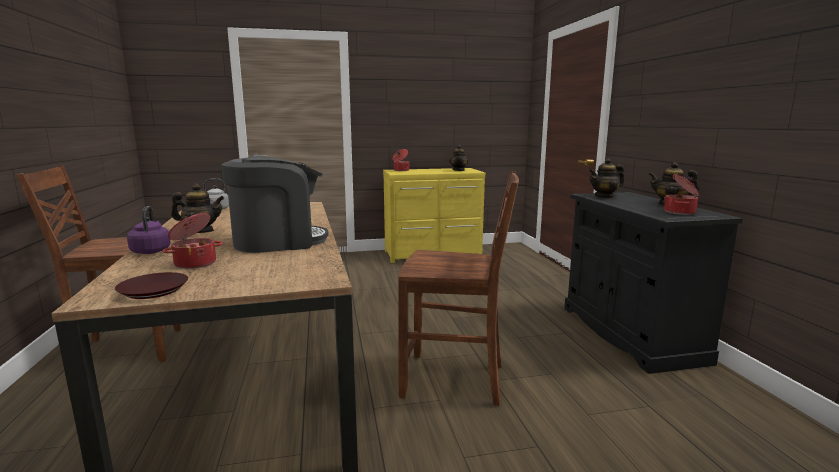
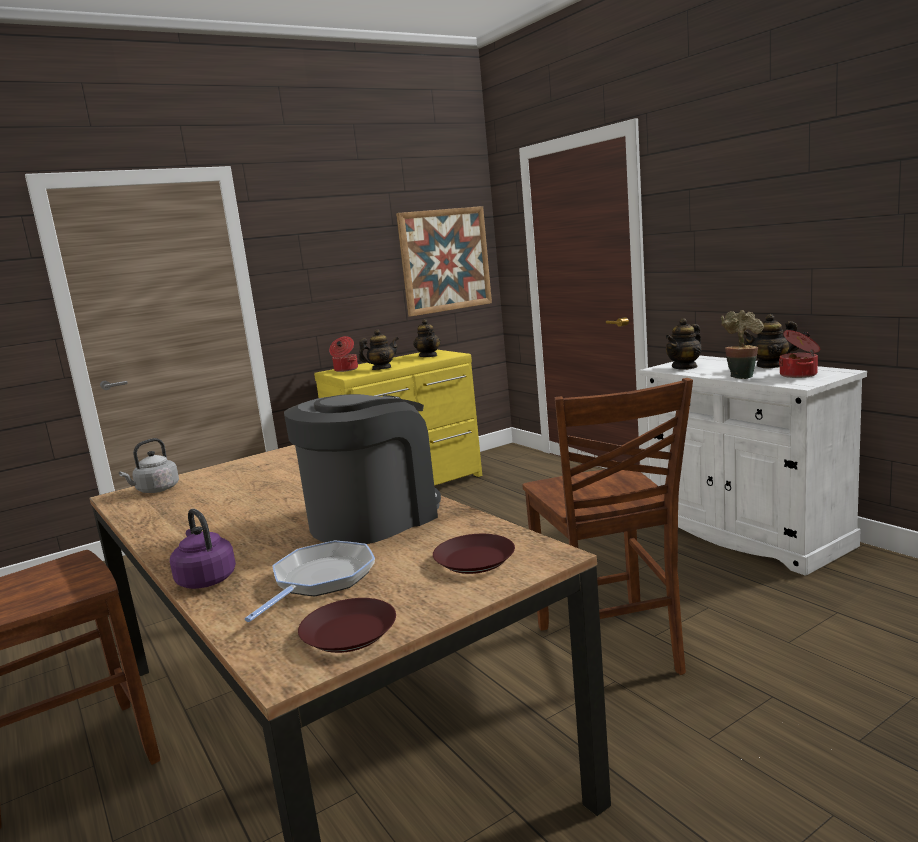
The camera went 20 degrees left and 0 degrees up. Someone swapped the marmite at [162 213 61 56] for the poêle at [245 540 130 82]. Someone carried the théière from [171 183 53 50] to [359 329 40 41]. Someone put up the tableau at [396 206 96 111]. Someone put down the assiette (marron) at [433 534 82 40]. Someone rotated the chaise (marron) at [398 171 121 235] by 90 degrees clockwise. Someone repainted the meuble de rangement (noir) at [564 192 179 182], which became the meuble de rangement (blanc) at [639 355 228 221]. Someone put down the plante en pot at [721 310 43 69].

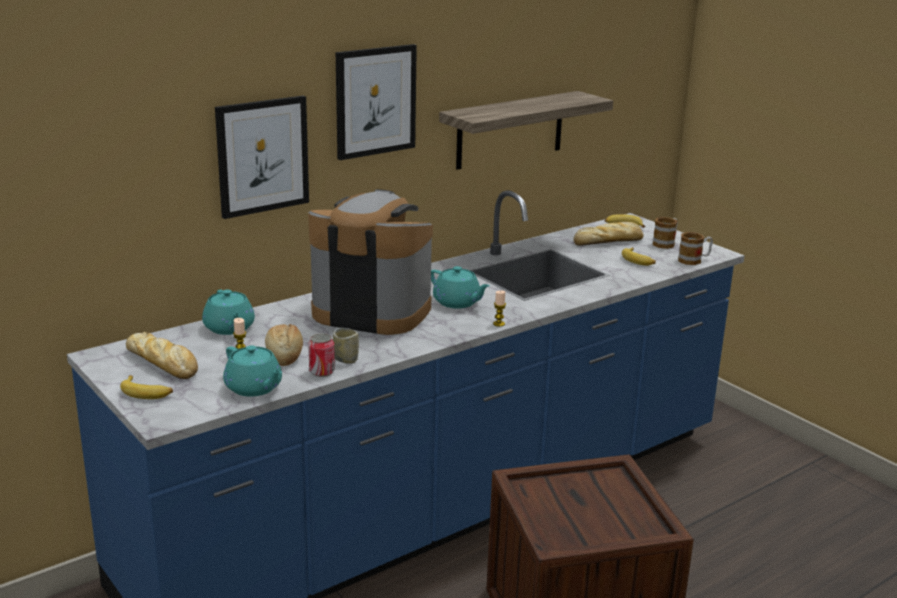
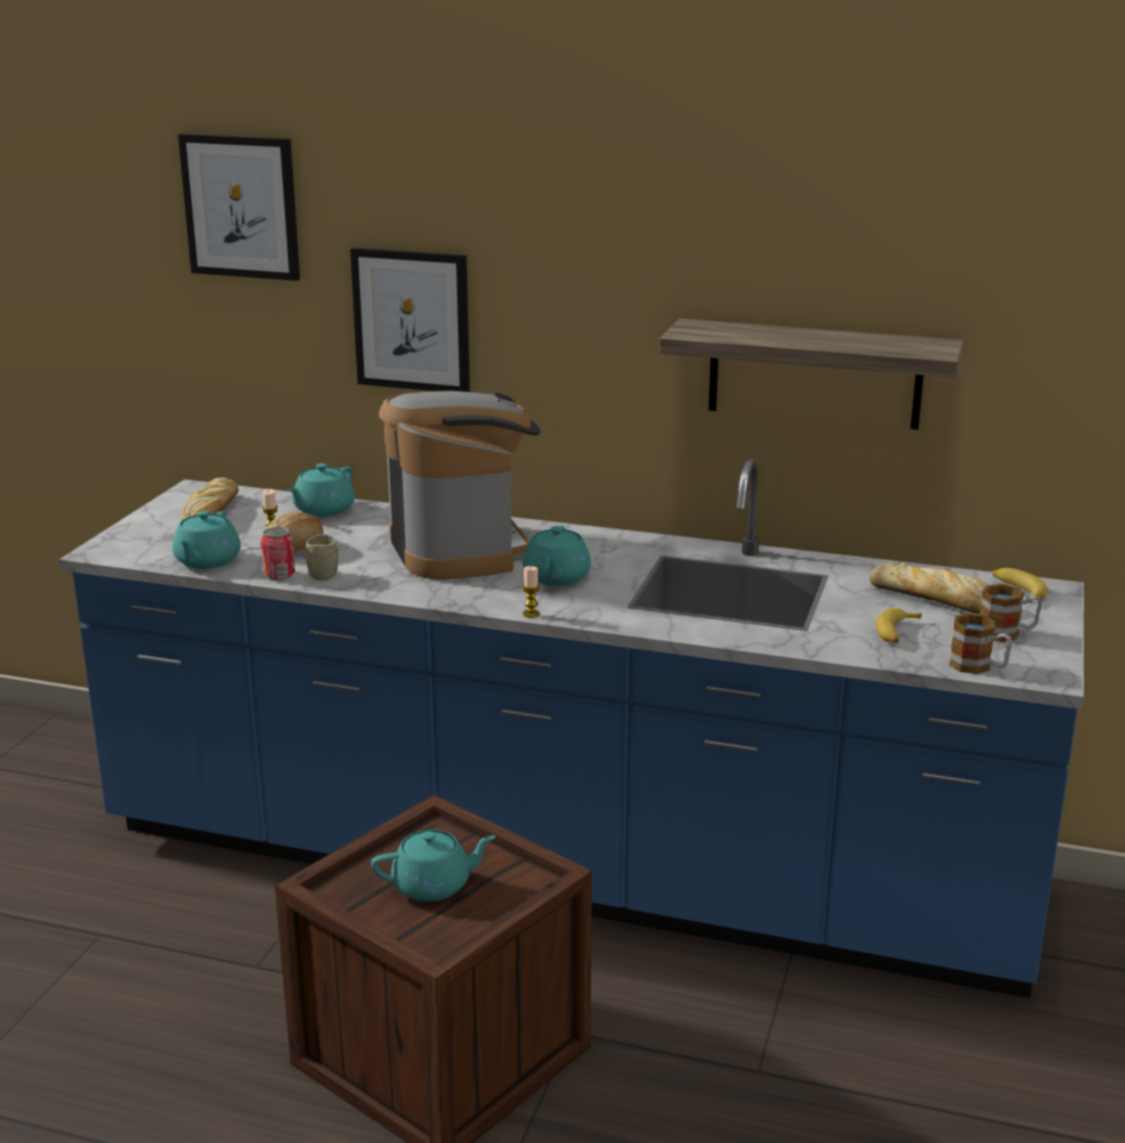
The camera went 55 degrees right and 0 degrees up. Someone carried the tableau from [336 44 81 116] to [178 134 122 147]. Someone put down the théière (turquoise) at [371 830 125 71]. Someone took away the banane at [120 375 53 24].

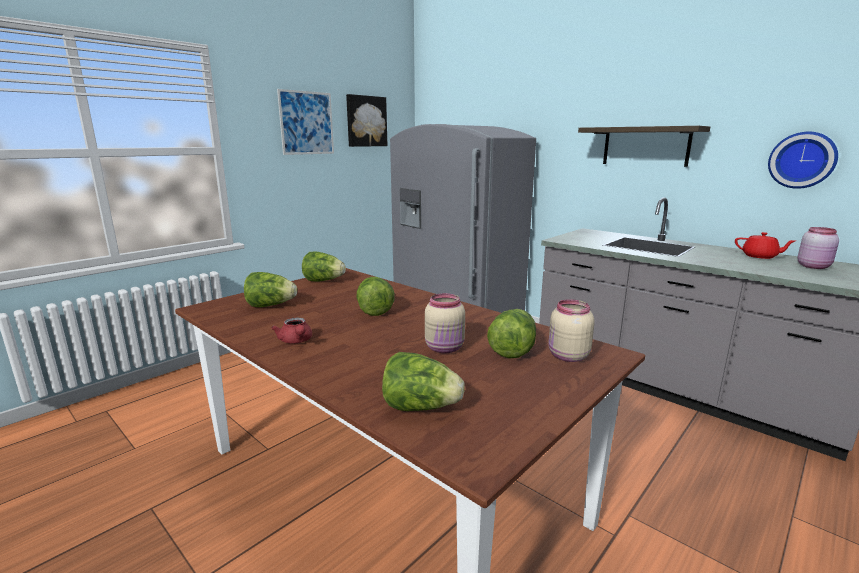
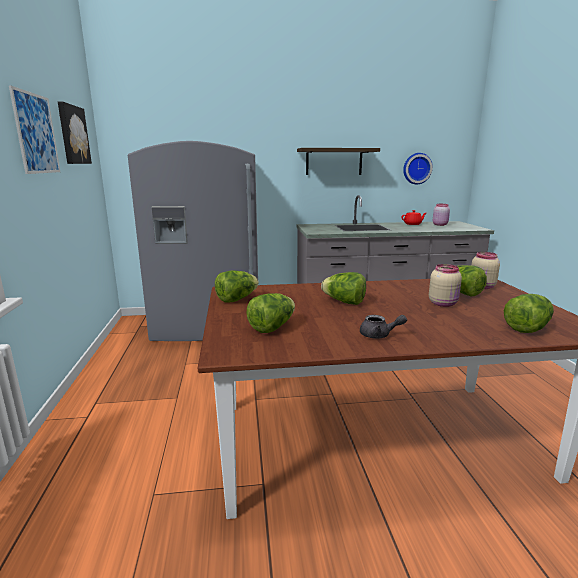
The camera went 50 degrees left and 0 degrees up. Someone repainted the théière (rouge) at [271 318 41 25], which became the théière (gris) at [360 315 47 24].

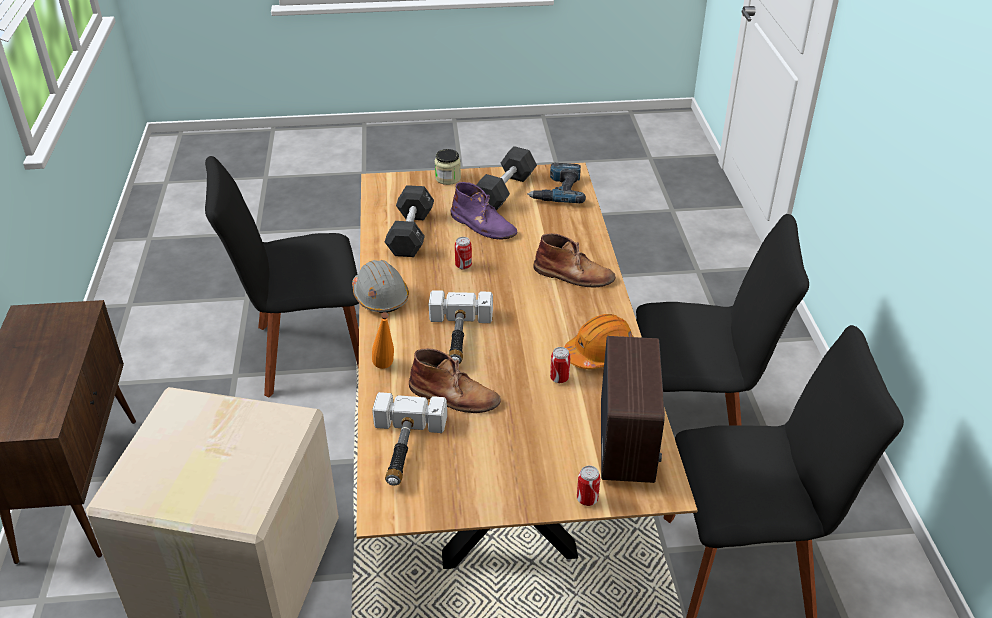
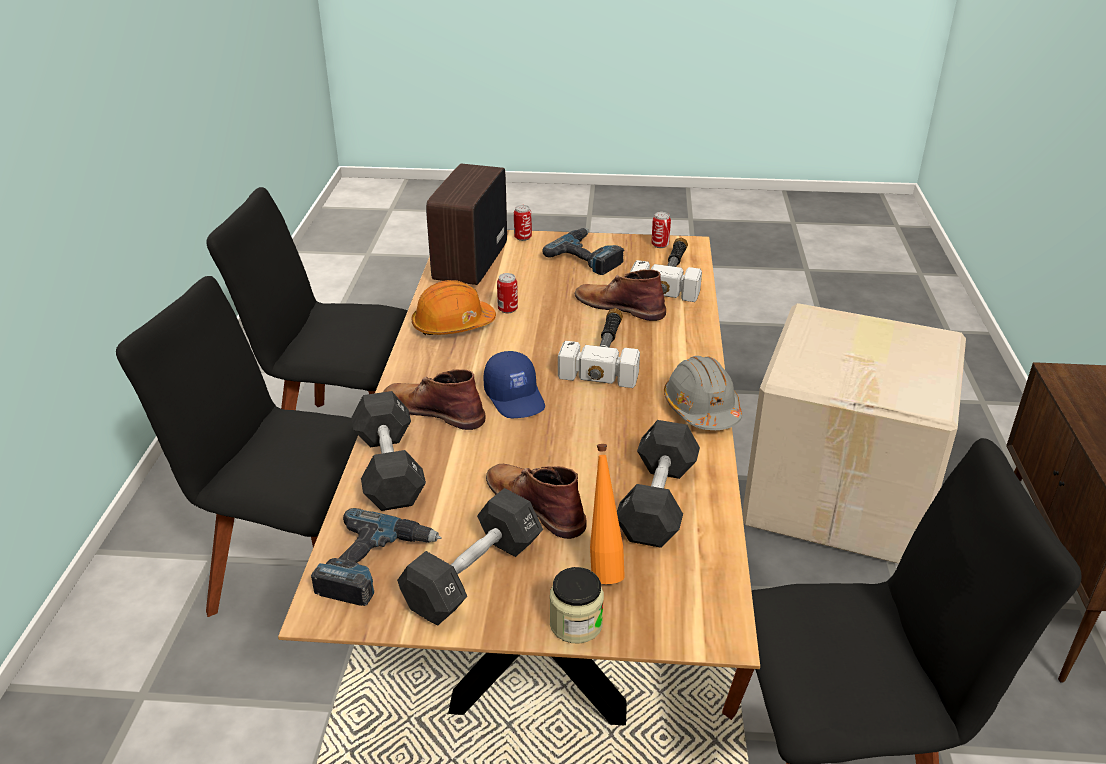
The camera went 170 degrees left and 5 degrees down. Someone put down the haltère (noir) at [351 391 75 120]. Someone put down the casquette (bleu) at [483 351 62 67]. Someone repainted the botte (violet) at [451 182 66 58], which became the botte (marron) at [486 464 101 75]. Someone put down the perceuse at [542 228 82 47]. Someone carried the bouteille (orange) from [372 312 22 57] to [590 444 35 140]. Someone carried the boîte métallique from [455 237 17 33] to [651 212 20 36].

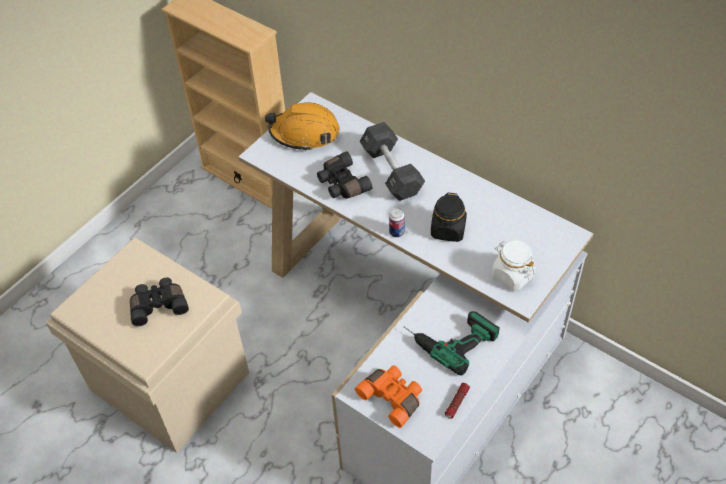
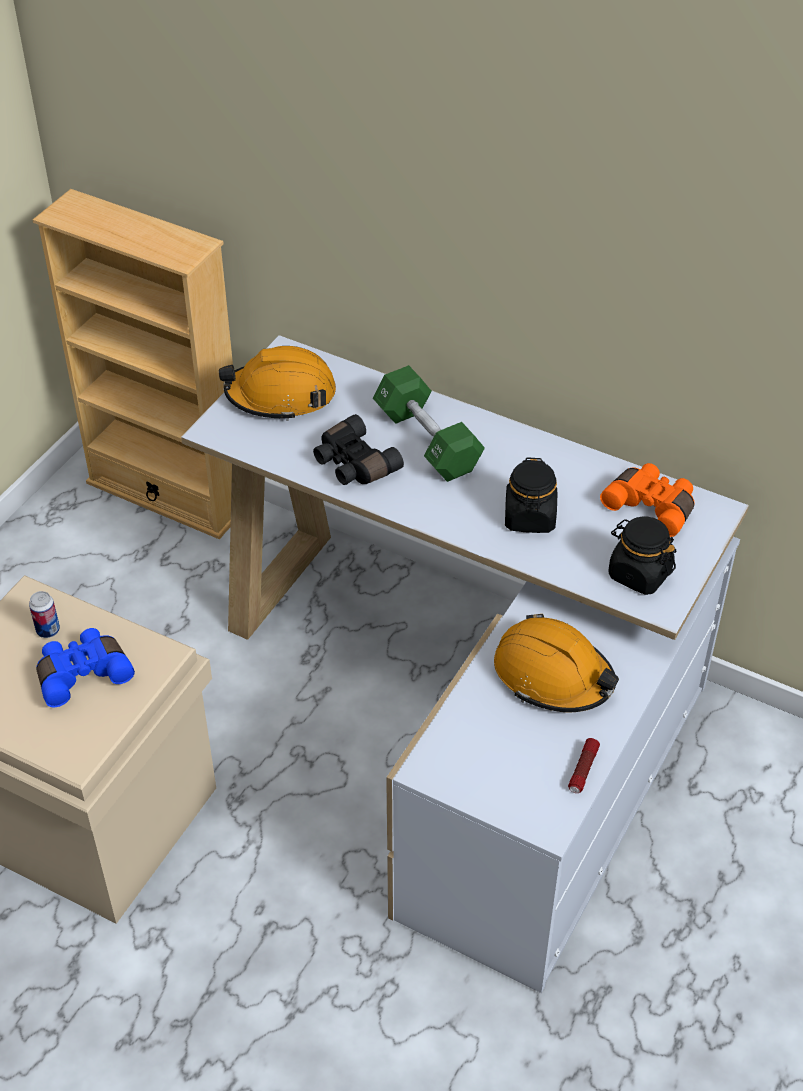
The camera went 10 degrees left and 5 degrees down. Someone carried the boîte métallique from [389 208 16 29] to [29 591 31 47]. Someone repainted the jumelles (noir) at [130 278 59 49], which became the jumelles (bleu) at [36 628 99 79]. Someone repainted the haltère (noir) at [360 122 65 79], which became the haltère (vert) at [373 365 112 117]. Someone swapped the perceuse at [404 311 96 64] for the casque de chantier (orange) at [494 614 125 98]. Someone carried the jumelles (orange) from [355 365 67 63] to [600 463 95 74]. Someone repainted the bocal (blanc) at [492 240 43 51], which became the bocal (noir) at [608 516 69 79].

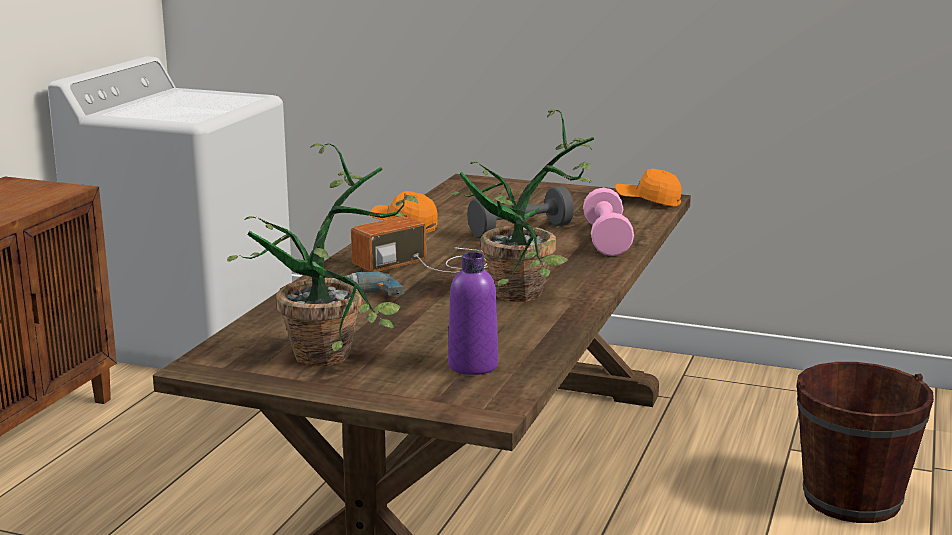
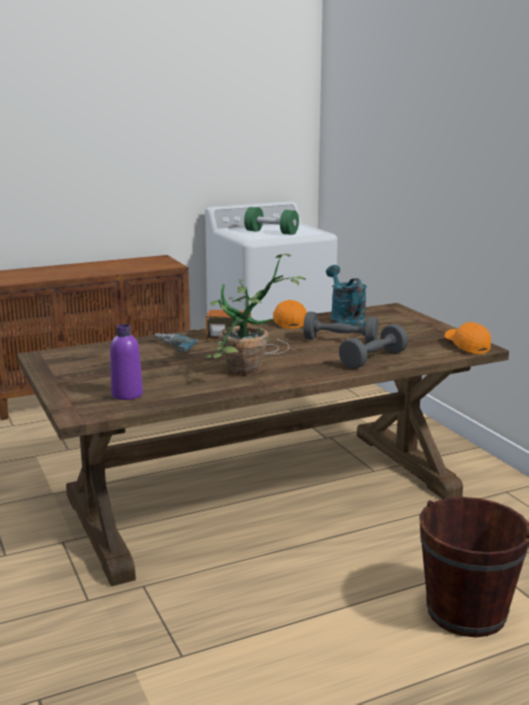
The camera went 45 degrees right and 0 degrees up. Someone put down the haltère (vert) at [244 207 55 28]. Someone put down the arrosoir (turquoise) at [326 265 41 62]. Someone repainted the haltère (rose) at [583 188 51 68], which became the haltère (gris) at [339 324 69 45]. Someone took away the plante en pot at [227 143 192 223].

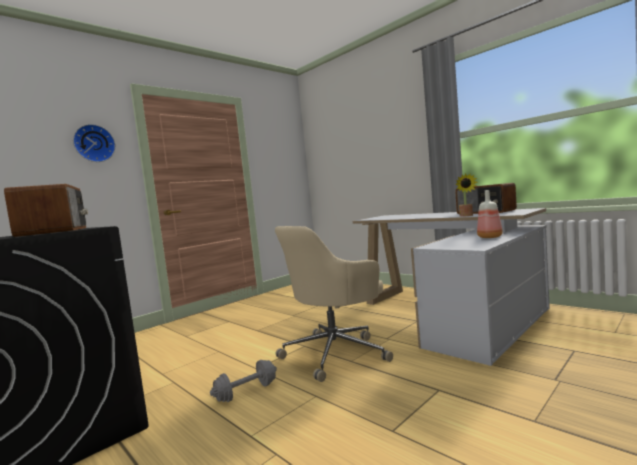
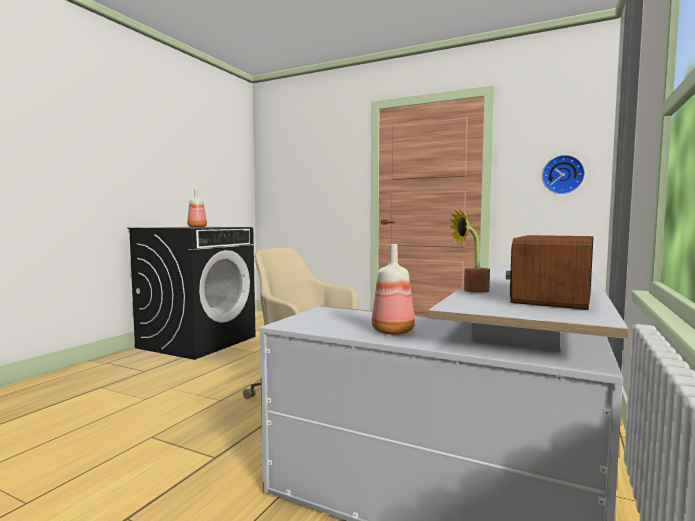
The camera went 70 degrees right and 0 degrees up. Someone swapped the radio at [4 184 84 53] for the bouteille at [187 189 20 39]. Someone carried the horloge murale from [73 124 43 38] to [542 155 43 39]. Someone took away the haltère (gris) at [210 360 67 42].

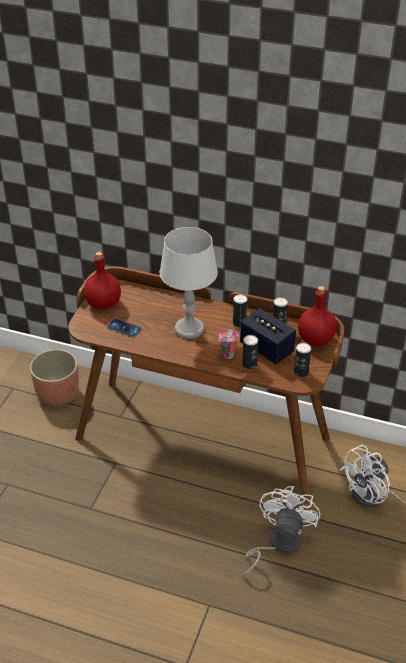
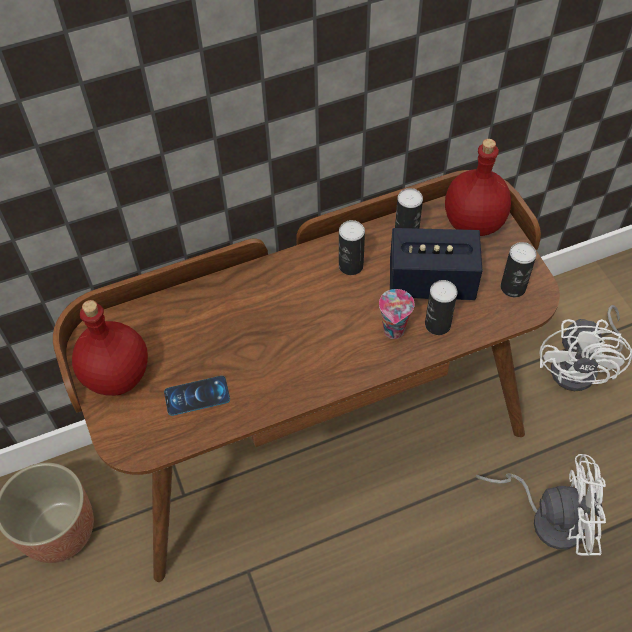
The camera went 40 degrees left and 15 degrees up. Someone rotated the ventilateur (blanc) at [243 486 77 90] by 120 degrees clockwise. Someone took away the lampe de table (gris) at [159 227 59 112].

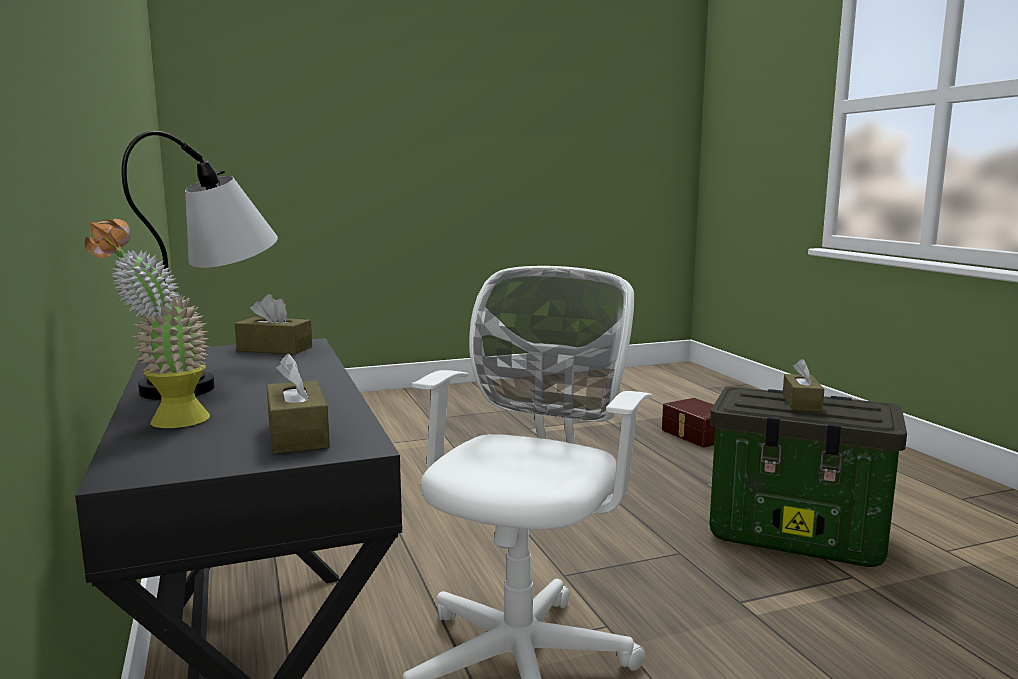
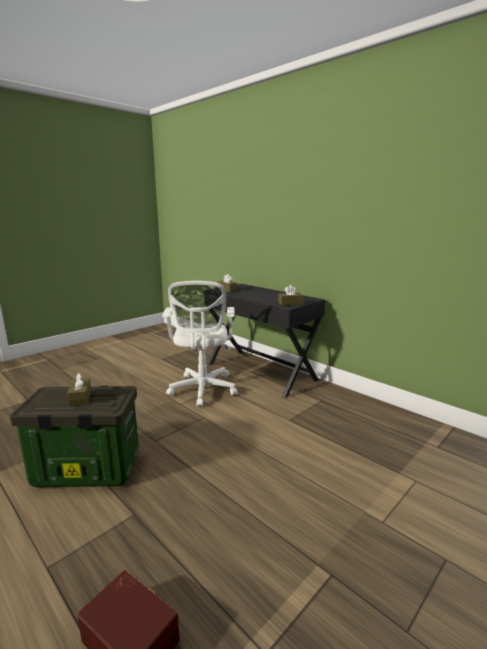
The camera went 155 degrees right and 5 degrees up. Someone took away the plante en pot at [85 219 125 209]. Someone took away the lampe de table at [122 131 156 269].

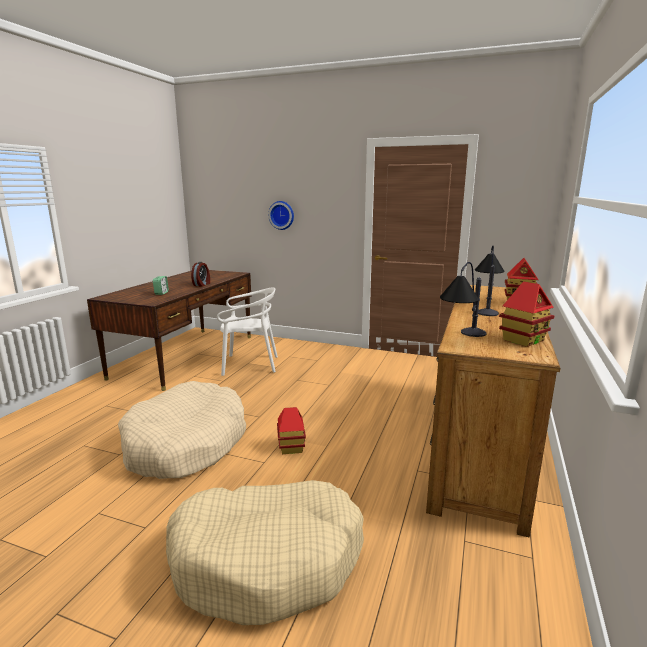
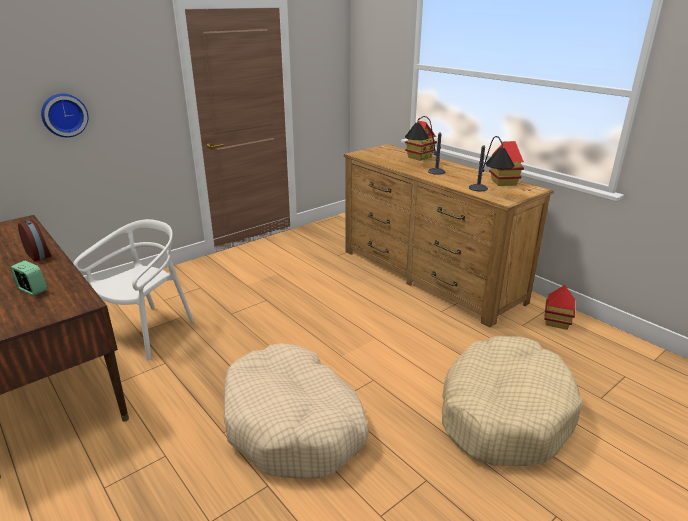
The camera went 60 degrees left and 10 degrees up. Someone carried the maison miniature from [277 407 29 47] to [544 285 31 45].

